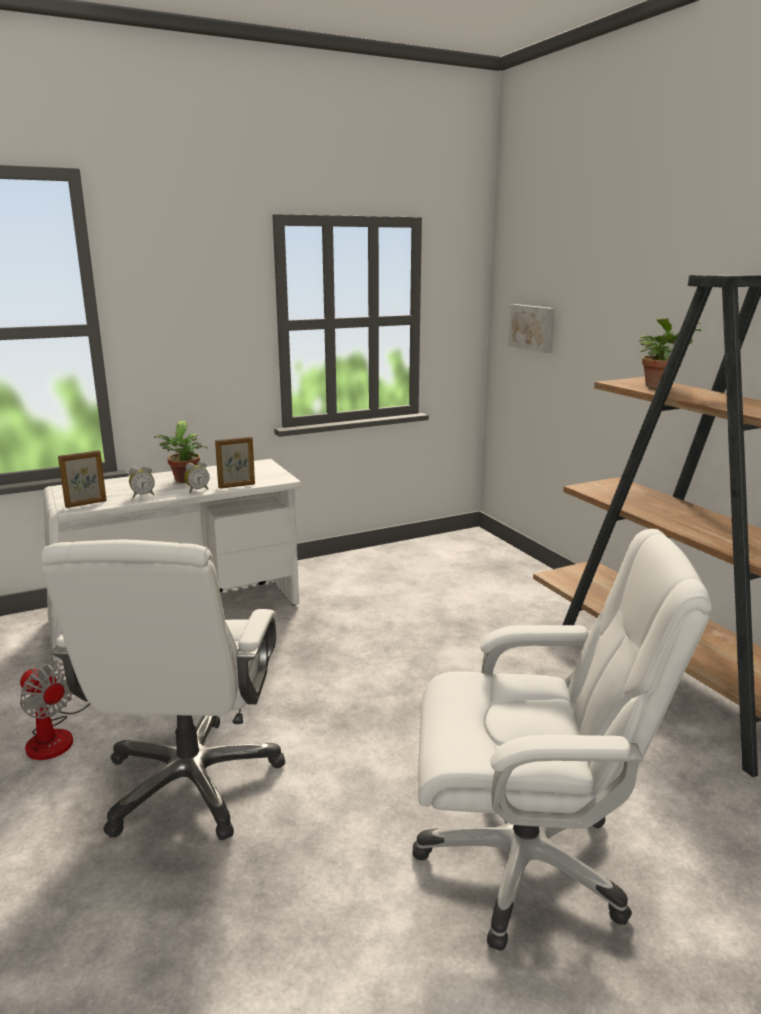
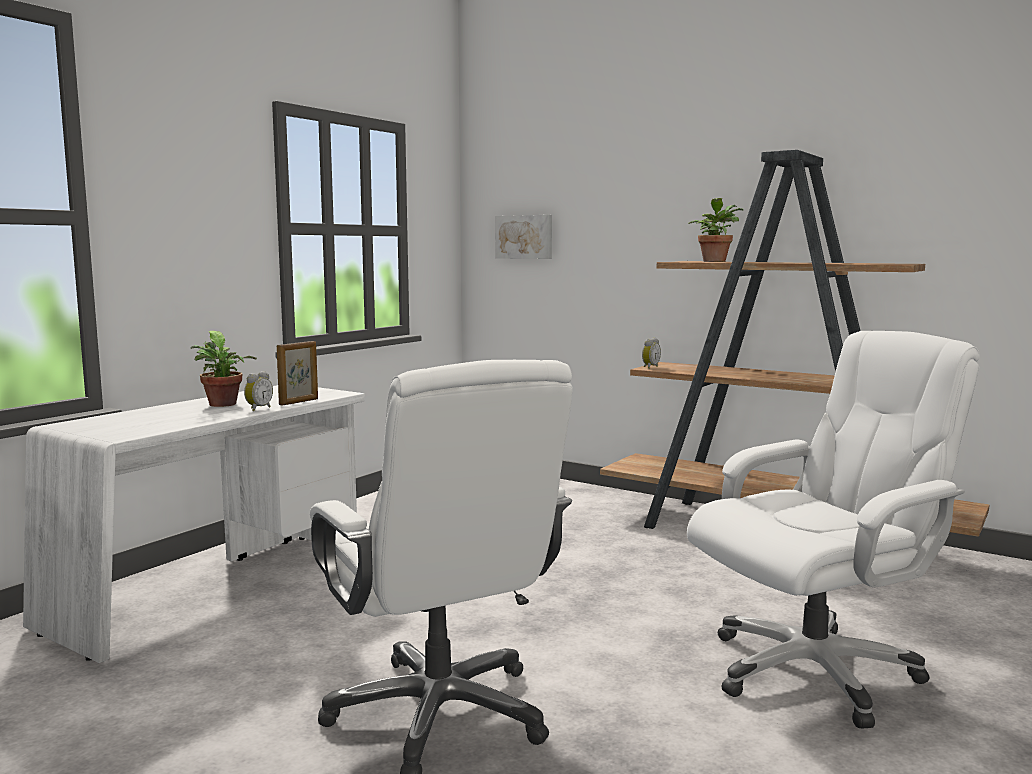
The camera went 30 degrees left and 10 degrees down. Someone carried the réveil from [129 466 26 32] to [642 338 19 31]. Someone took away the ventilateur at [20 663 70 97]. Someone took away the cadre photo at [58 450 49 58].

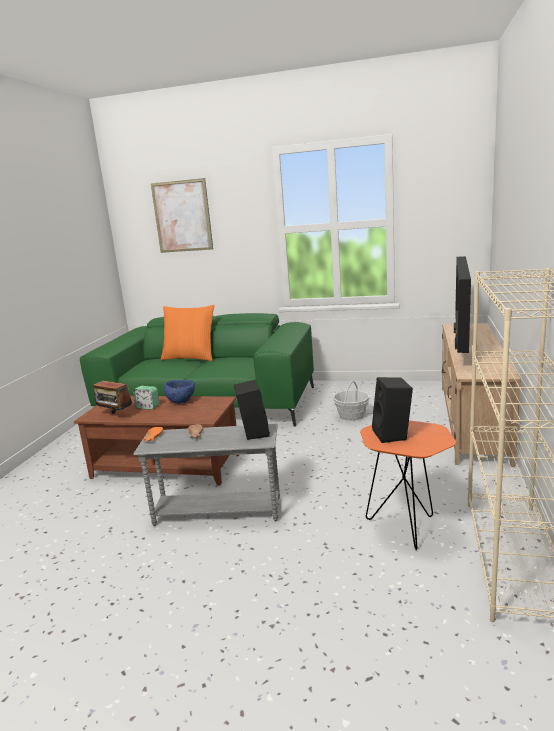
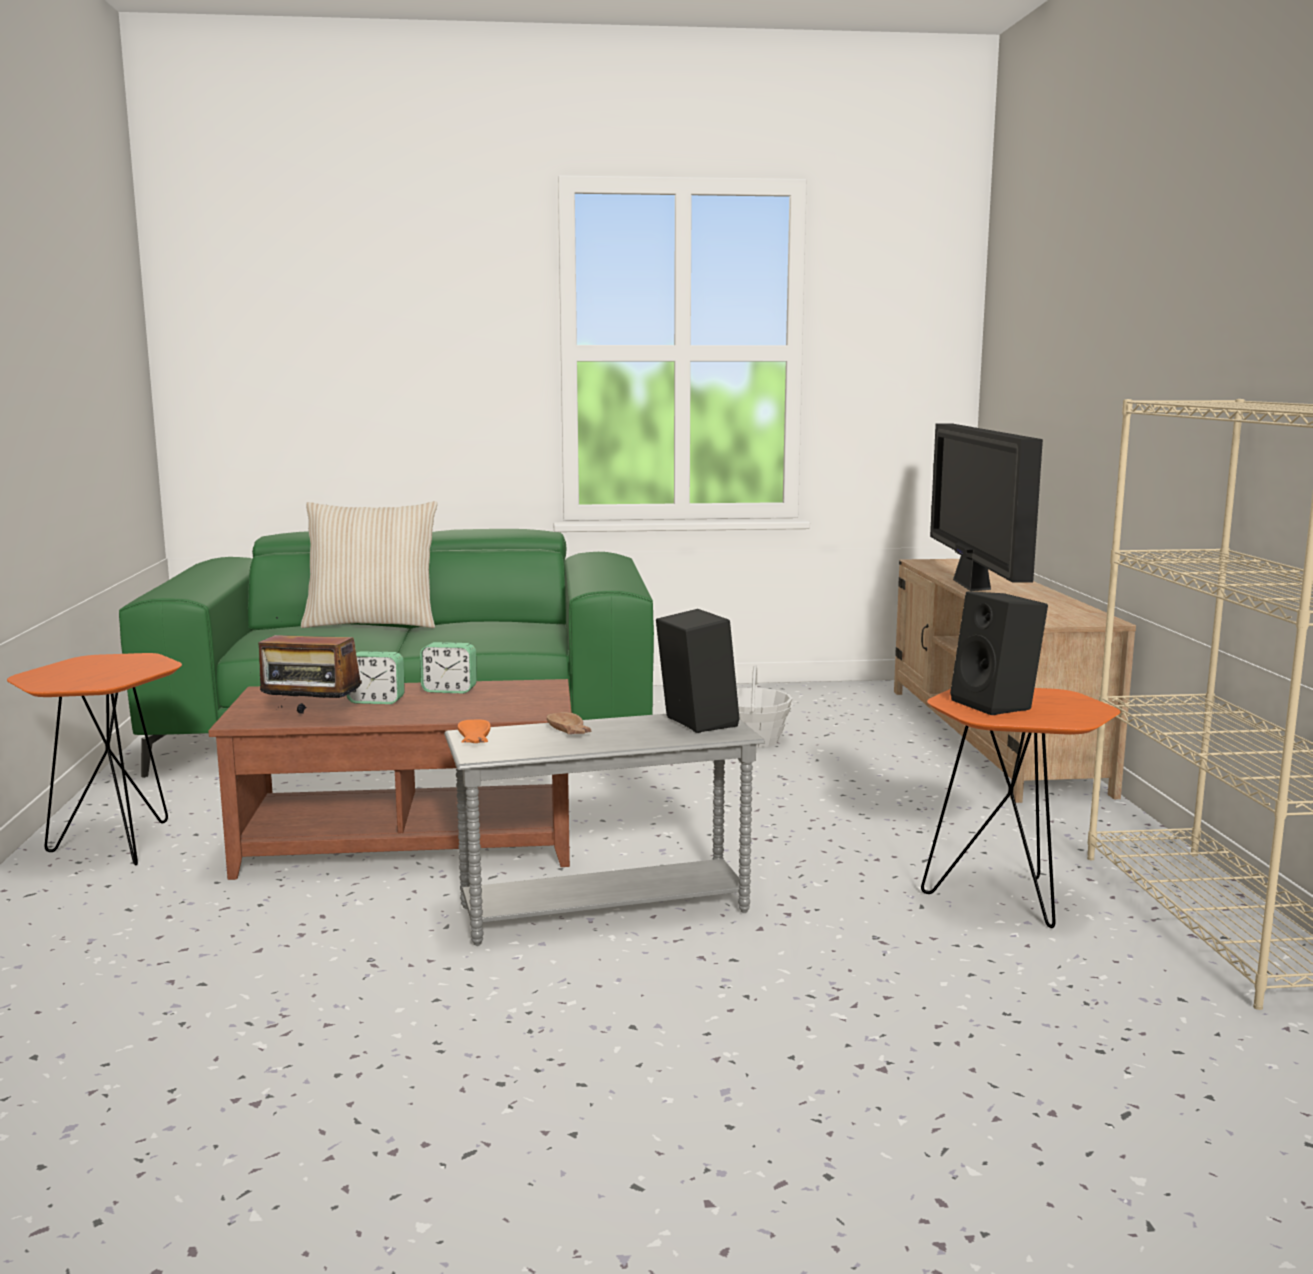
The camera went 20 degrees left and 5 degrees down. Someone put down the table d'appoint (orange) at [7 653 175 213]. Someone repainted the coussin (orange) at [161 305 54 56], which became the coussin (beige) at [301 501 136 127]. Someone swapped the bol (bleu) at [164 380 31 24] for the réveil at [420 642 57 51]. Someone took away the tableau at [151 178 62 75].

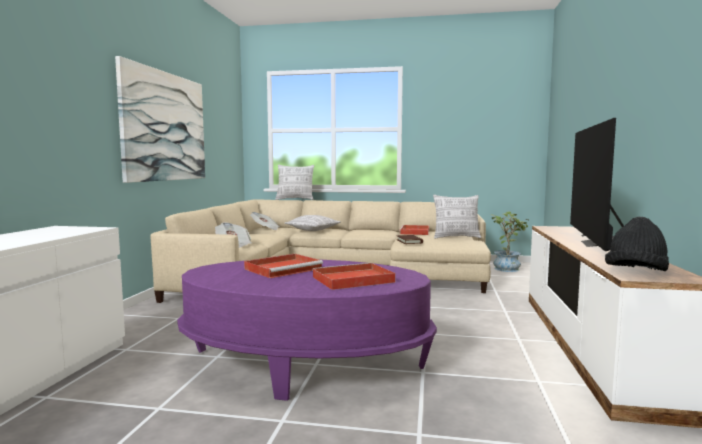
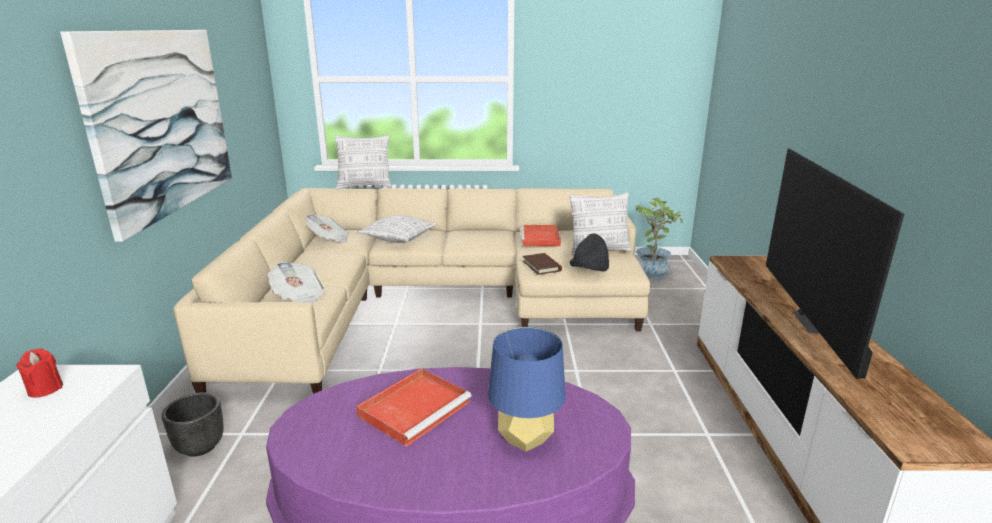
The camera went 10 degrees left and 15 degrees up. Someone put down the bougie (rouge) at [16 348 47 50]. Someone put down the cache-pot (noir) at [162 392 62 65]. Someone swapped the plateau (rouge) at [312 263 84 27] for the lampe de table (bleu) at [488 327 78 124]. Someone carried the chapeau (noir) from [605 217 64 54] to [570 233 39 38].

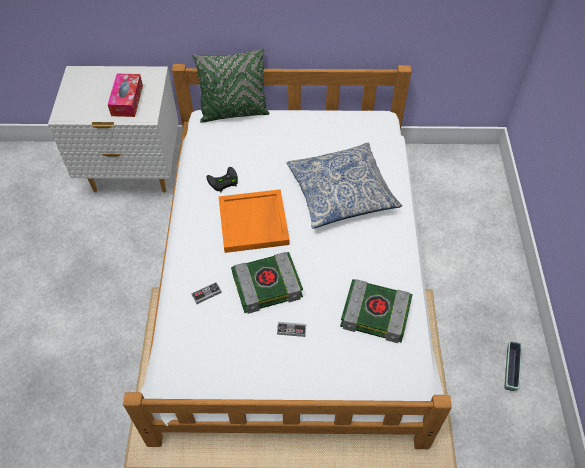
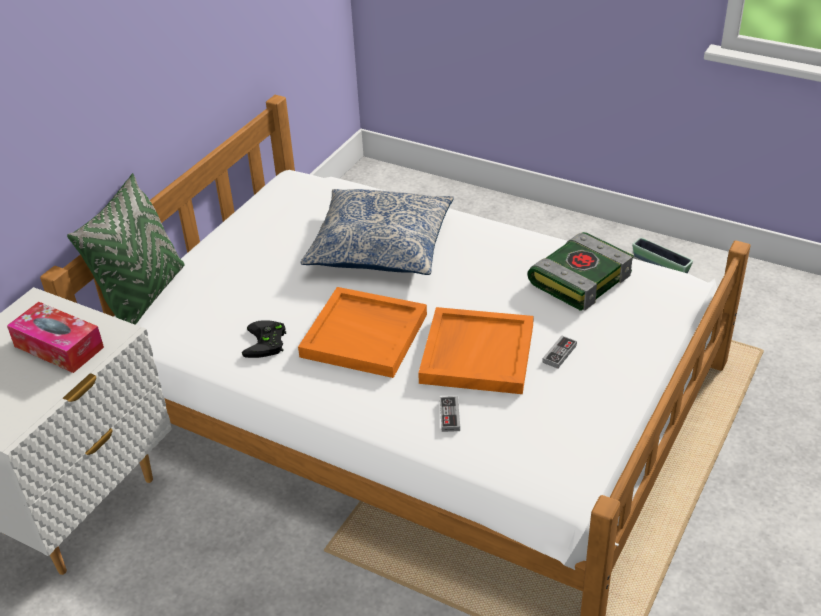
The camera went 60 degrees left and 15 degrees down. Someone swapped the livre at [231 252 72 62] for the plateau (orange) at [418 307 116 87].

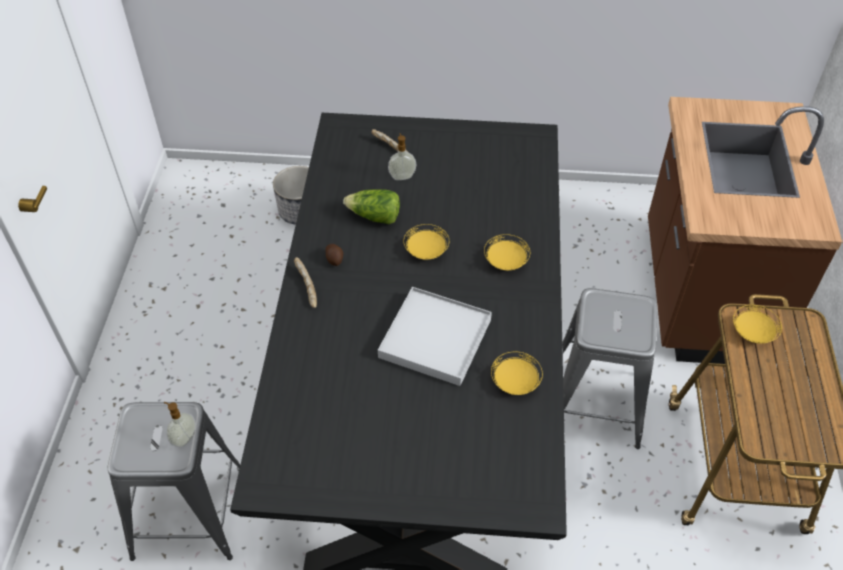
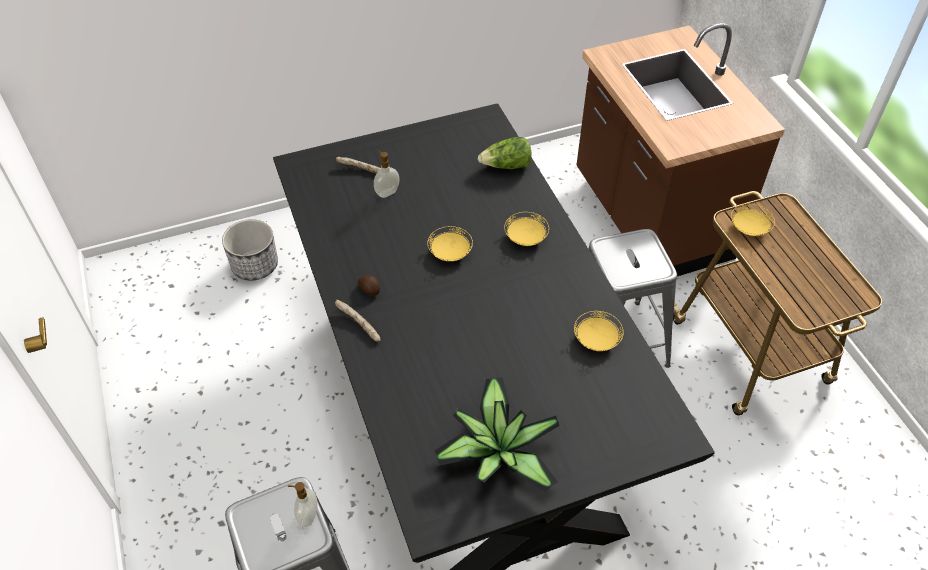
The camera went 25 degrees left and 0 degrees up. Someone put down the plante en pot at [435 377 125 115]. Someone carried the laitue from [343 189 57 35] to [478 137 54 32]. Someone took away the plateau (blanc) at [378 287 114 99].

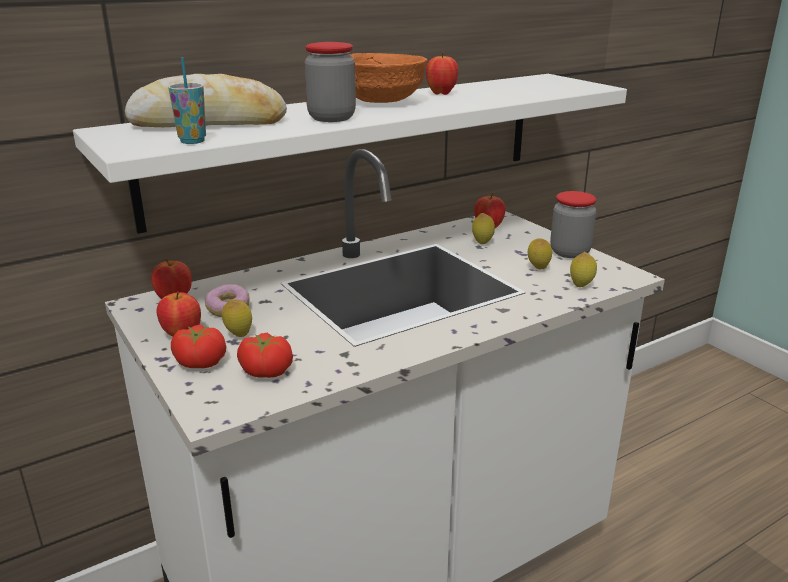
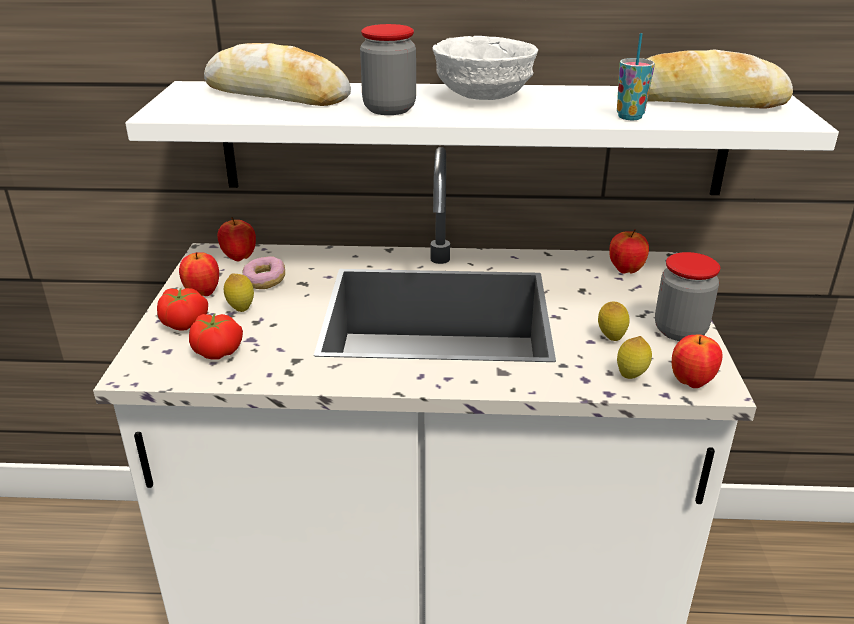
The camera went 35 degrees right and 5 degrees up. Someone repainted the bol (orange) at [349 53 79 50], which became the bol (blanc) at [433 36 105 64]. Someone carried the tasse from [168 57 38 87] to [617 33 38 87]. Someone put down the pain at [647 49 146 59]. Someone carried the pomme from [426 52 32 43] to [672 334 51 54]. Someone took away the citron at [472 213 23 31].

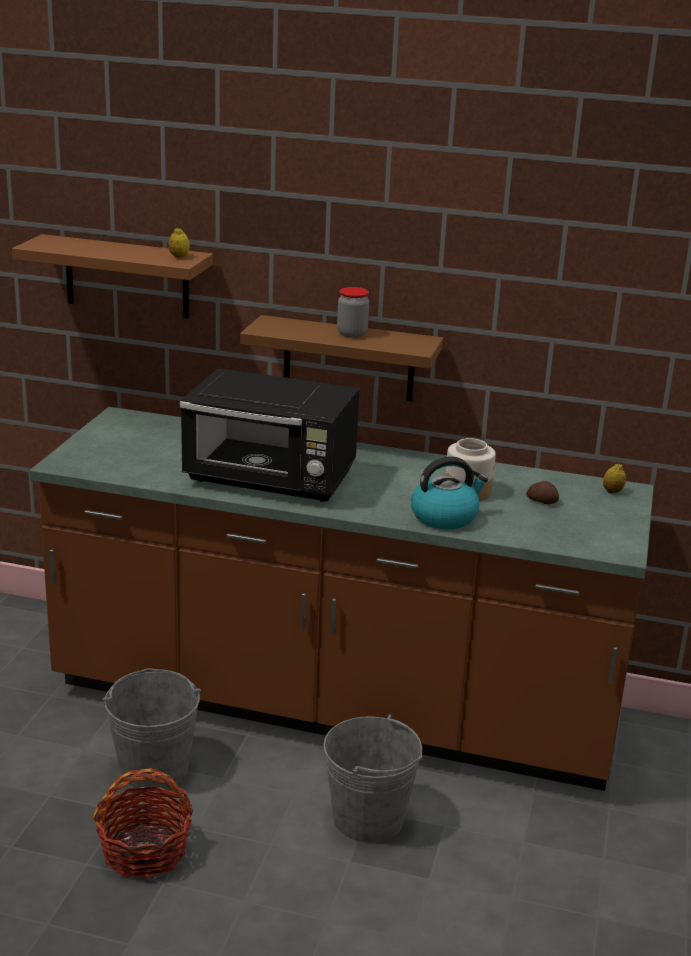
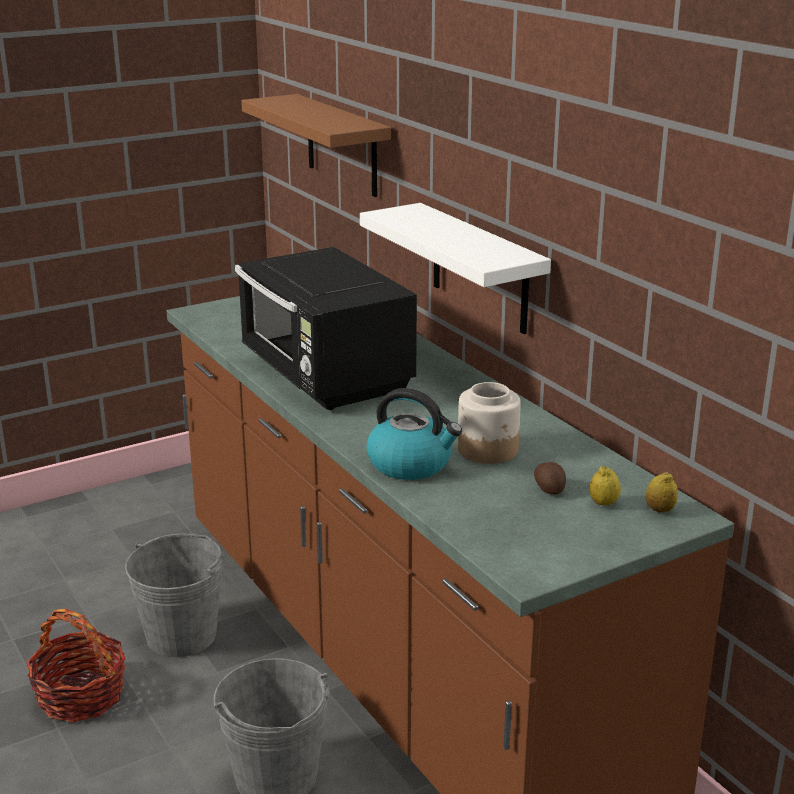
The camera went 45 degrees right and 0 degrees up. Someone repainted the étagère (marron) at [240 315 203 87], which became the étagère (blanc) at [360 203 191 131]. Someone carried the citron from [169 228 21 29] to [589 466 32 39]. Someone took away the bocal at [337 287 32 51].

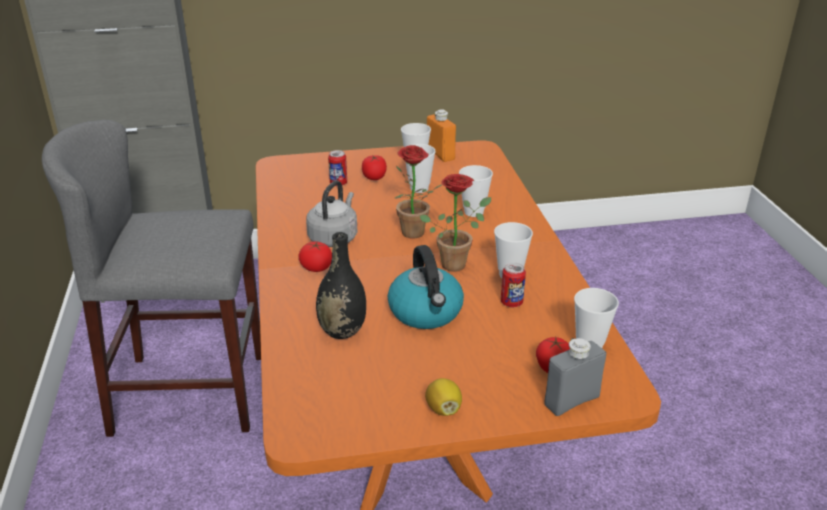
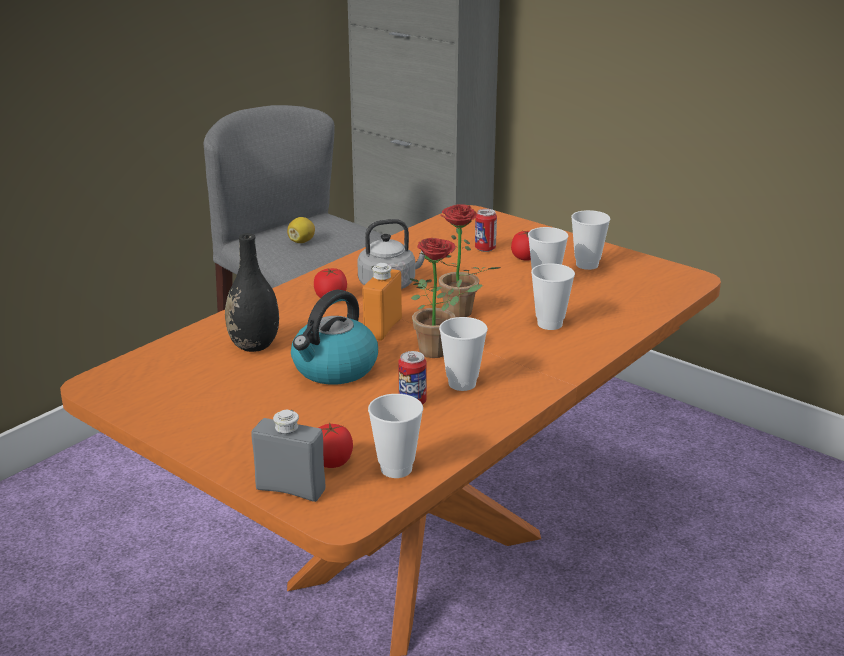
The camera went 50 degrees right and 5 degrees down. Someone carried the citron from [425 378 37 38] to [287 217 28 26]. Someone carried the bouteille (orange) from [427 109 29 53] to [363 263 39 77].

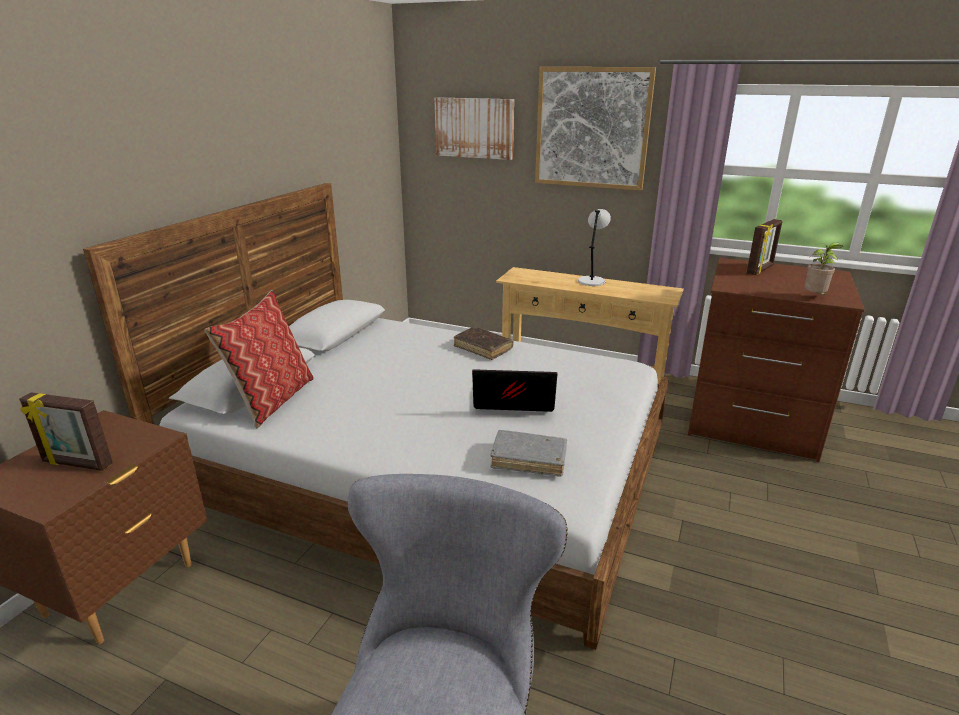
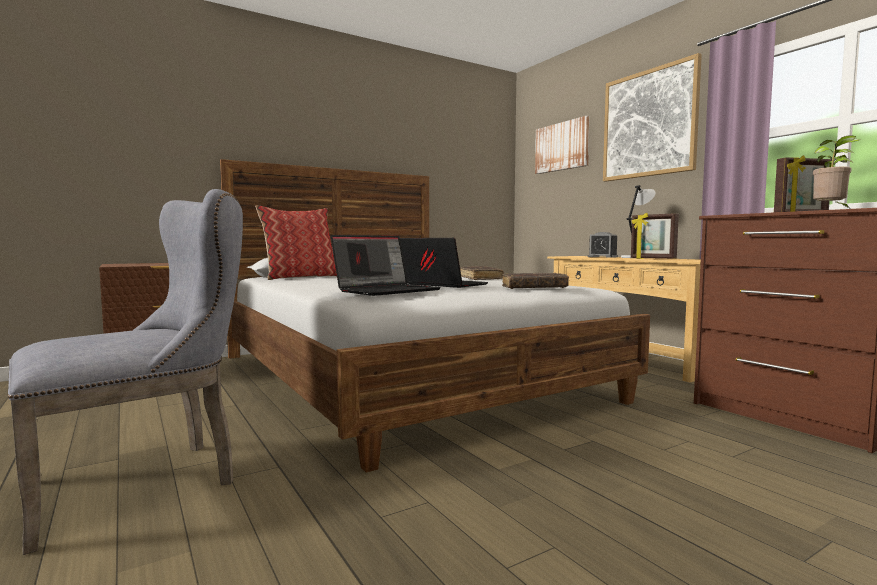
The camera went 35 degrees right and 20 degrees down. Someone swapped the livre (gris) at [490 430 77 47] for the ordinateur portable at [331 235 110 61]. Someone put down the livre (marron) at [502 273 67 16]. Someone put down the réveil at [588 232 30 26]. Someone carried the cadre photo from [19 392 94 79] to [631 213 48 46].

